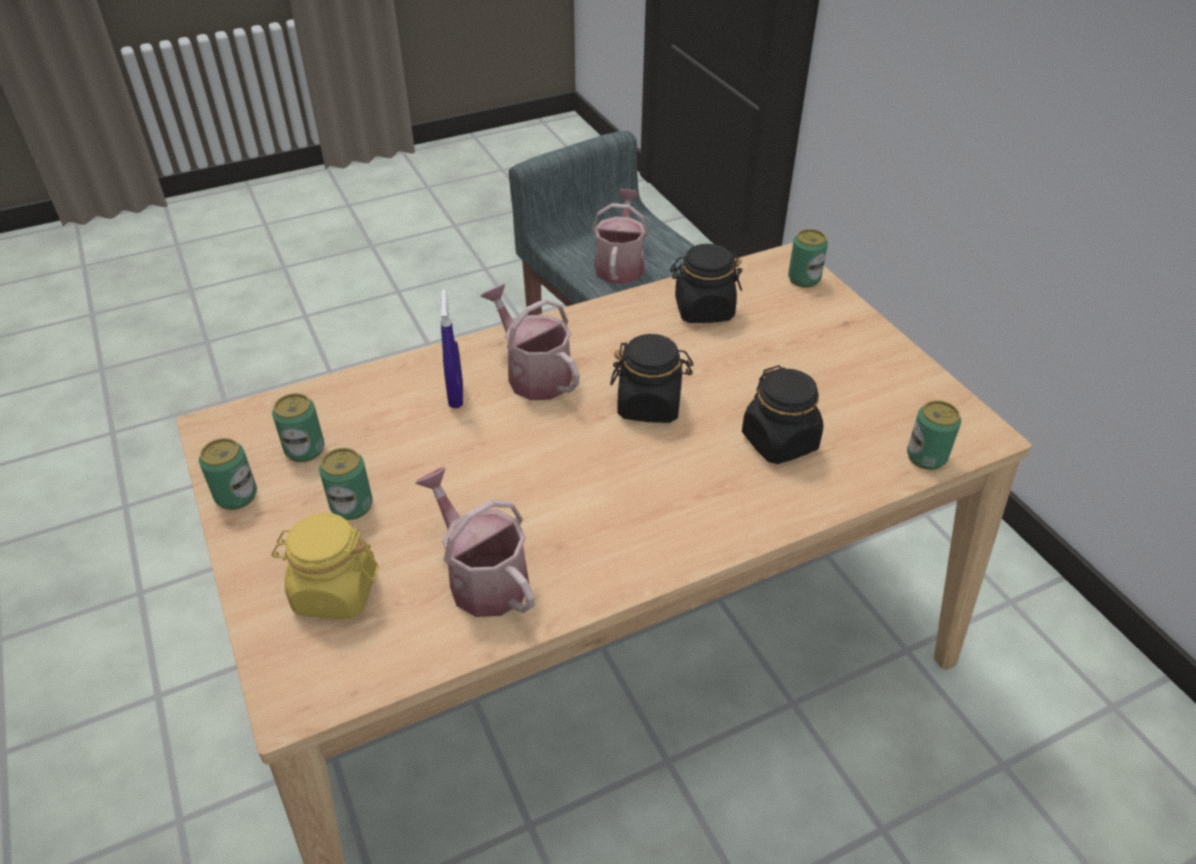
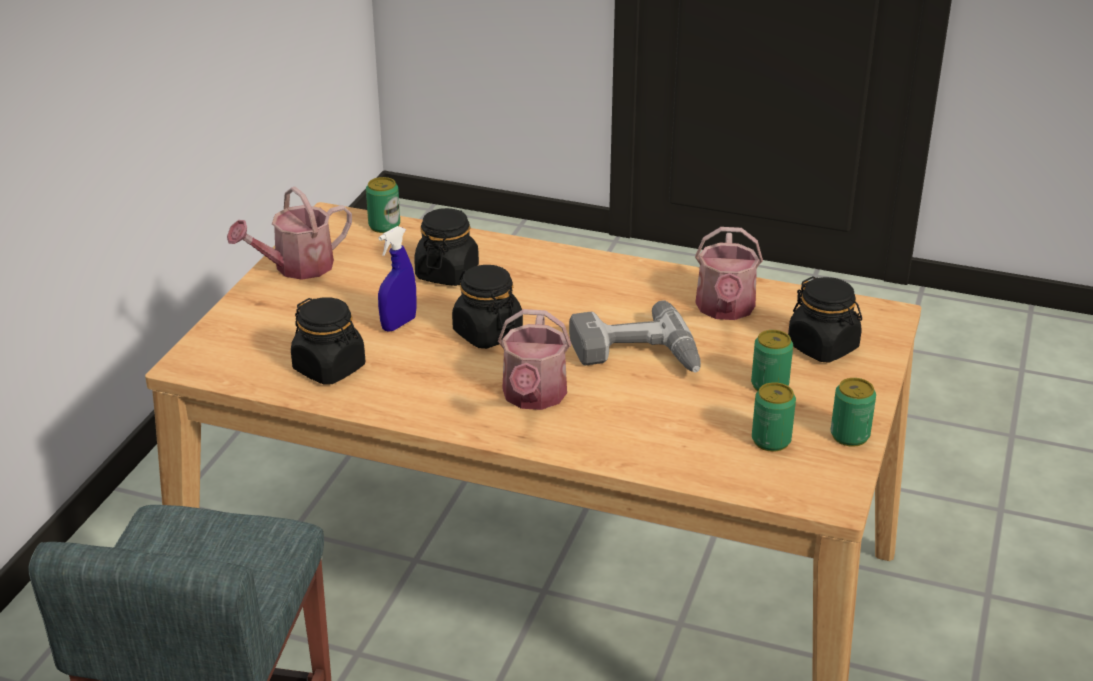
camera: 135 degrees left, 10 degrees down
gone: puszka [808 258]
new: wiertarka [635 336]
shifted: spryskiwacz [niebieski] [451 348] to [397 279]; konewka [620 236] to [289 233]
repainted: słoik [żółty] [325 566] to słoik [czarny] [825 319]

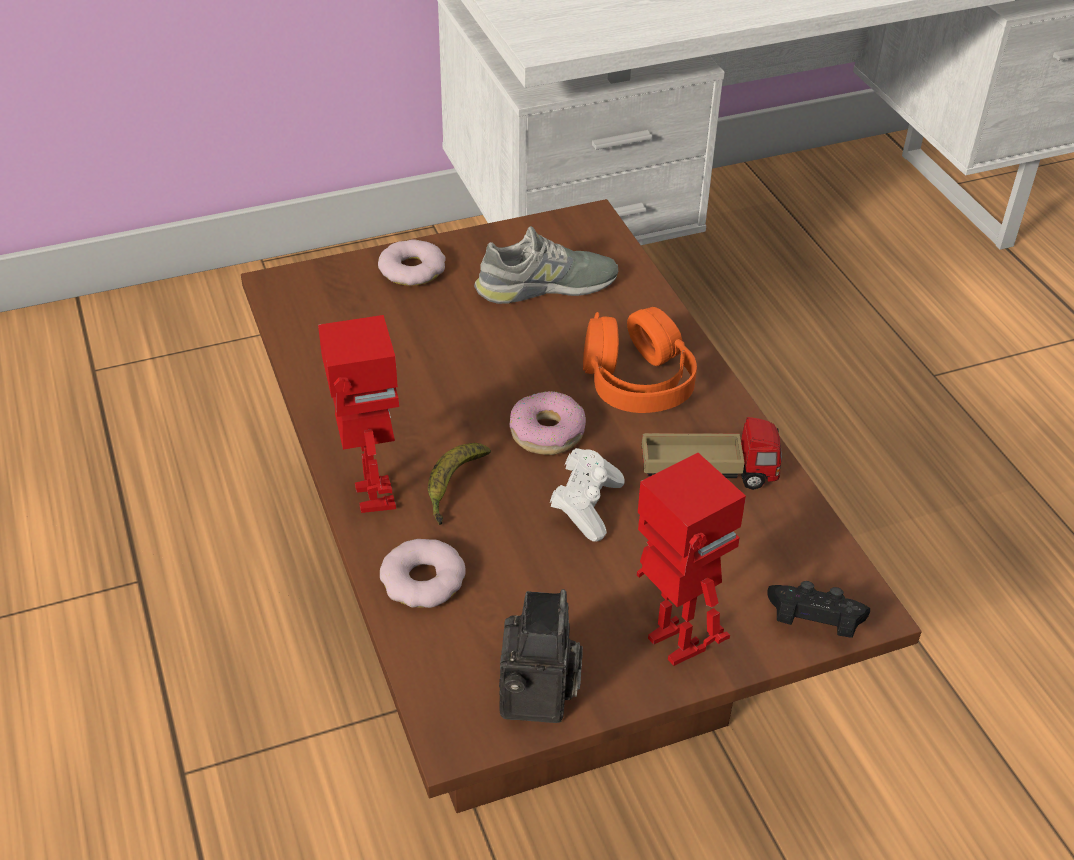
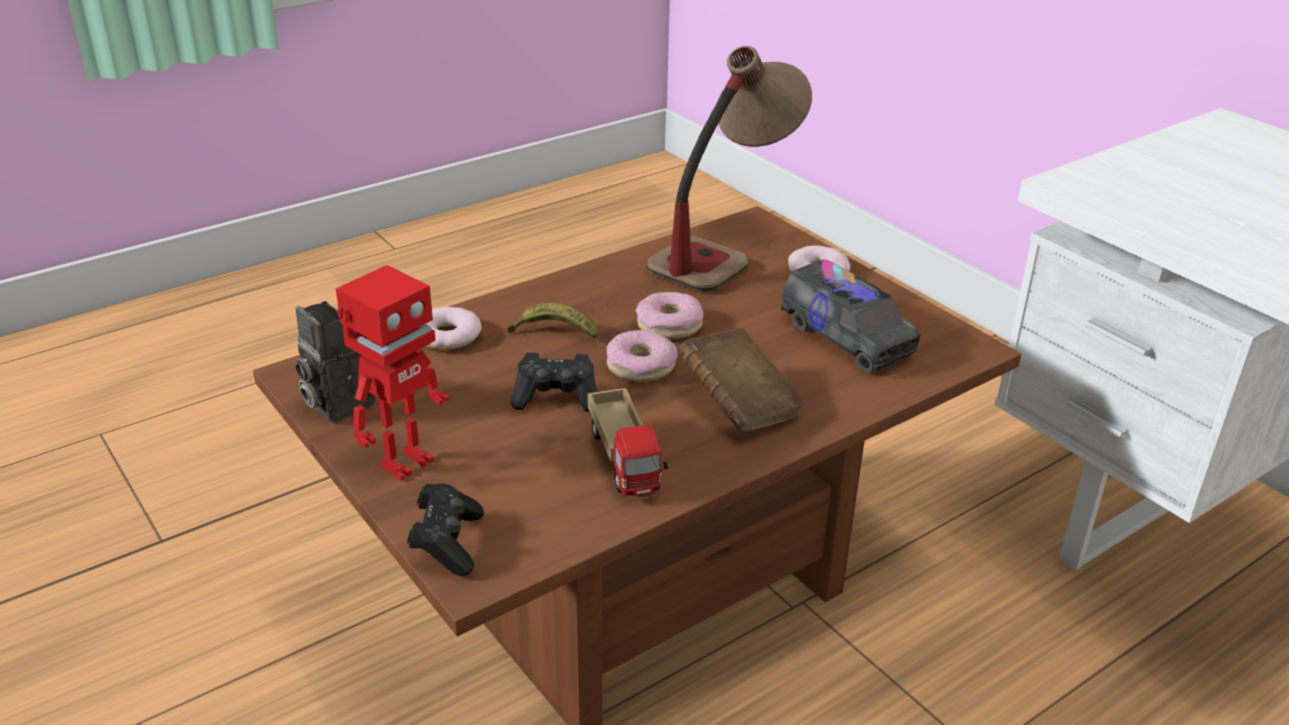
camera: 75 degrees right, 10 degrees down
gone: robot zabawkowy [358 414]
new: donut [669 315]; lampa stołowa [729 169]
swapped: but [szary] [546 265] to ciężarówka zabawkowa [851 316]; słuchawki [pomarańczowy] [640 360] to książka [brązowy] [741 380]
repainted: pad do gier [biały] [587 494] to pad do gier [czarny] [553 382]
rotated: aparat fotograficzny [541 656] = [335 362] 60 degrees clockwise

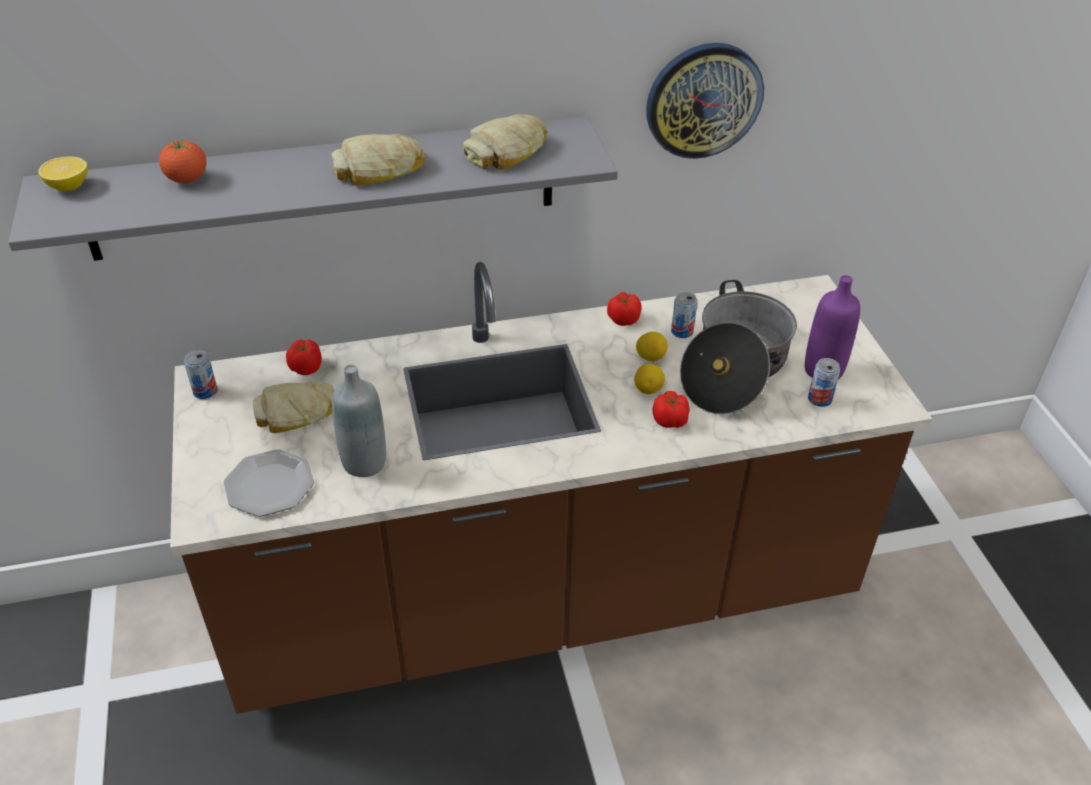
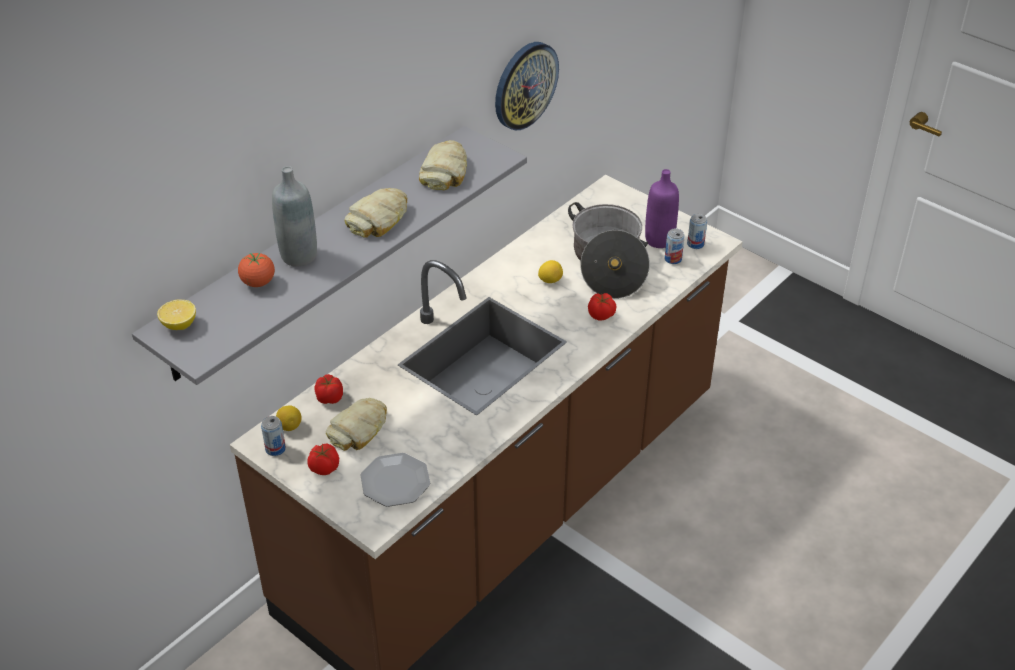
camera: 35 degrees left, 0 degrees up
shifted: butelka [szary] [359 420] to [294 216]; pomidor [624 309] to [323 459]; cytryna [649 379] to [289 418]; puszka [684 315] to [697 231]

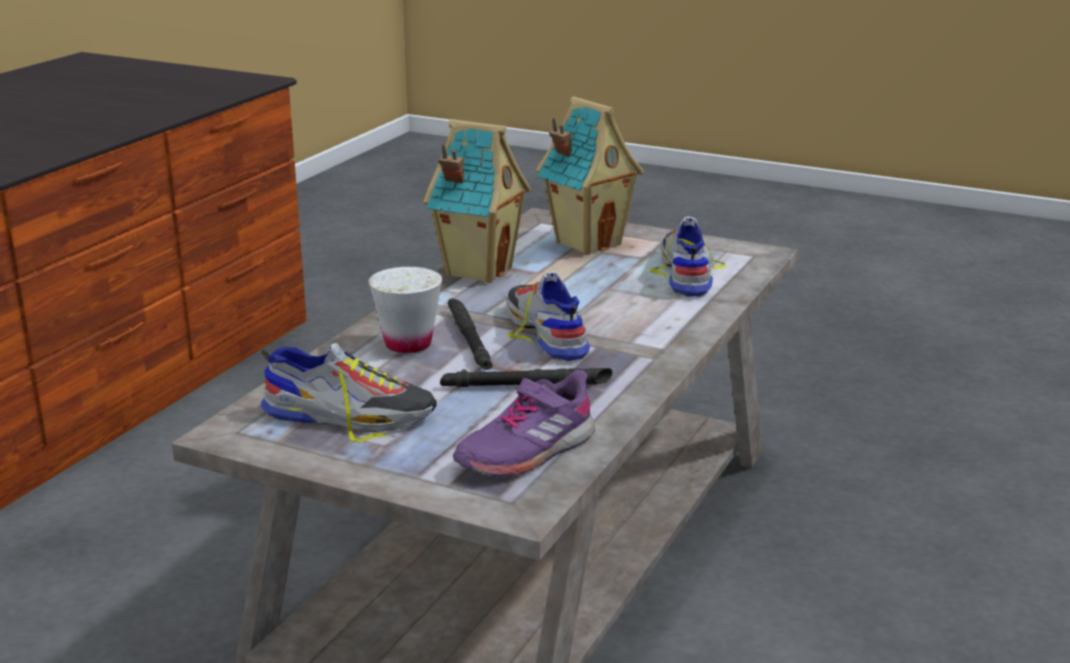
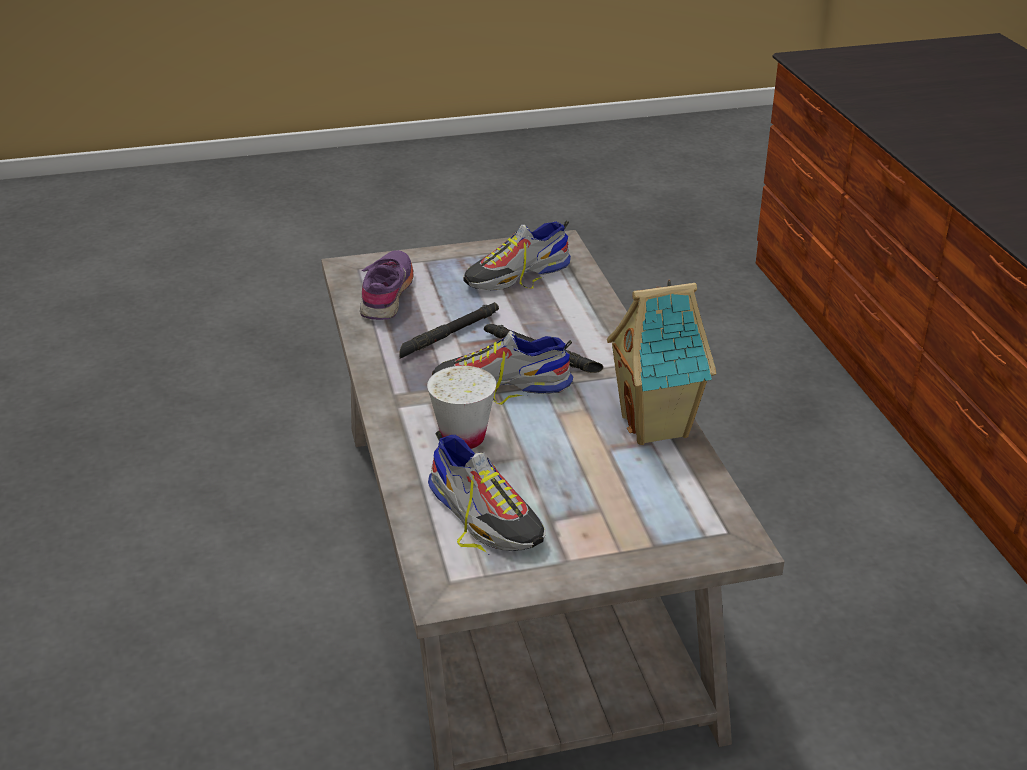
camera: 140 degrees right, 10 degrees up
gone: domek [590 176]
shifted: filiżanka [biały] [405 310] to [461 407]
rotated: but [548 316] = [502 368] 150 degrees clockwise

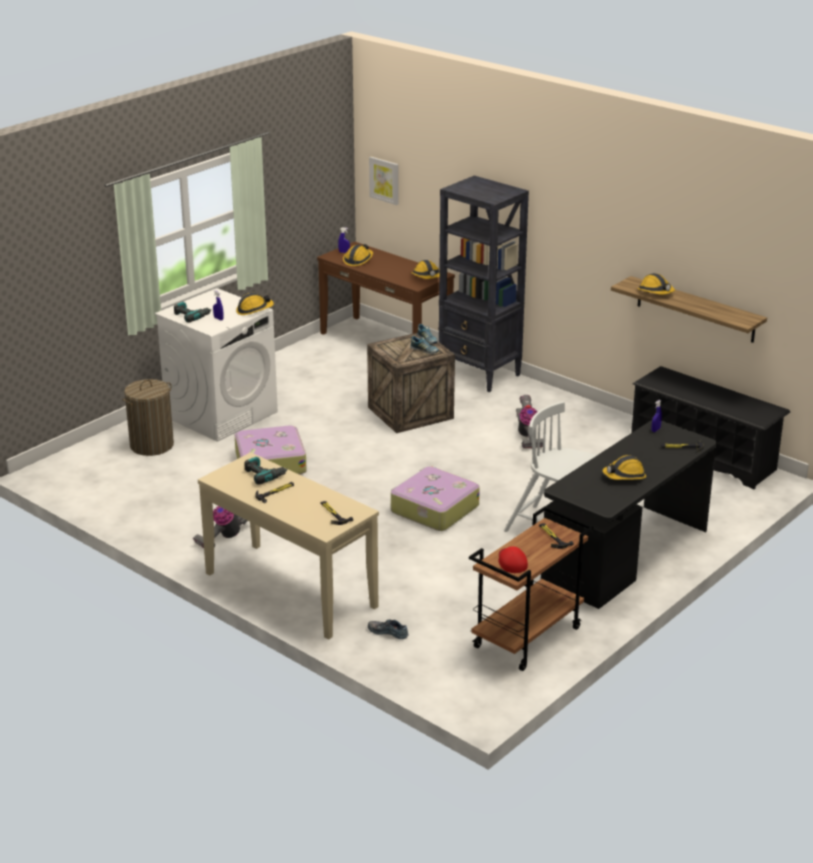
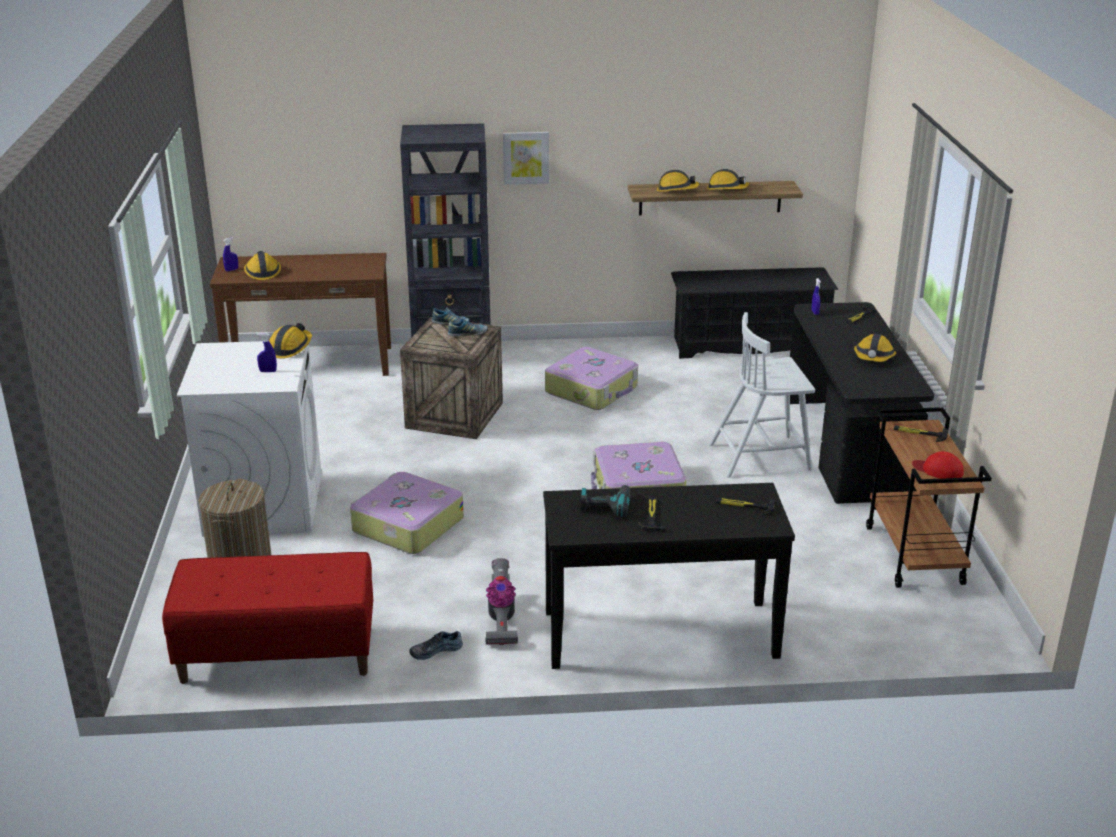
camera: 45 degrees left, 0 degrees up
gone: wiertarka [193 312]
new: ławka [czerwony] [267 618]
shifted: but [388 629] to [436 645]; obraz [384 181] to [526 158]; kask [426 269] to [728 179]
swapped: odkurzacz [529 422] to walizka [591 378]
repainted: stolik konsolowy [beżowy] [288 546] to stolik konsolowy [czarny] [669 576]

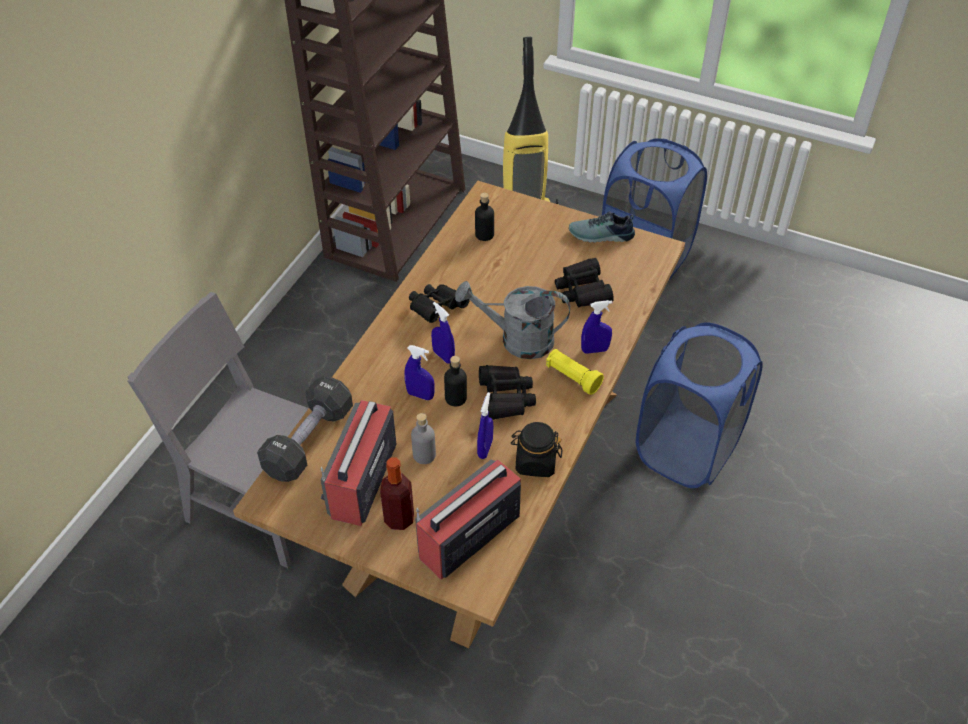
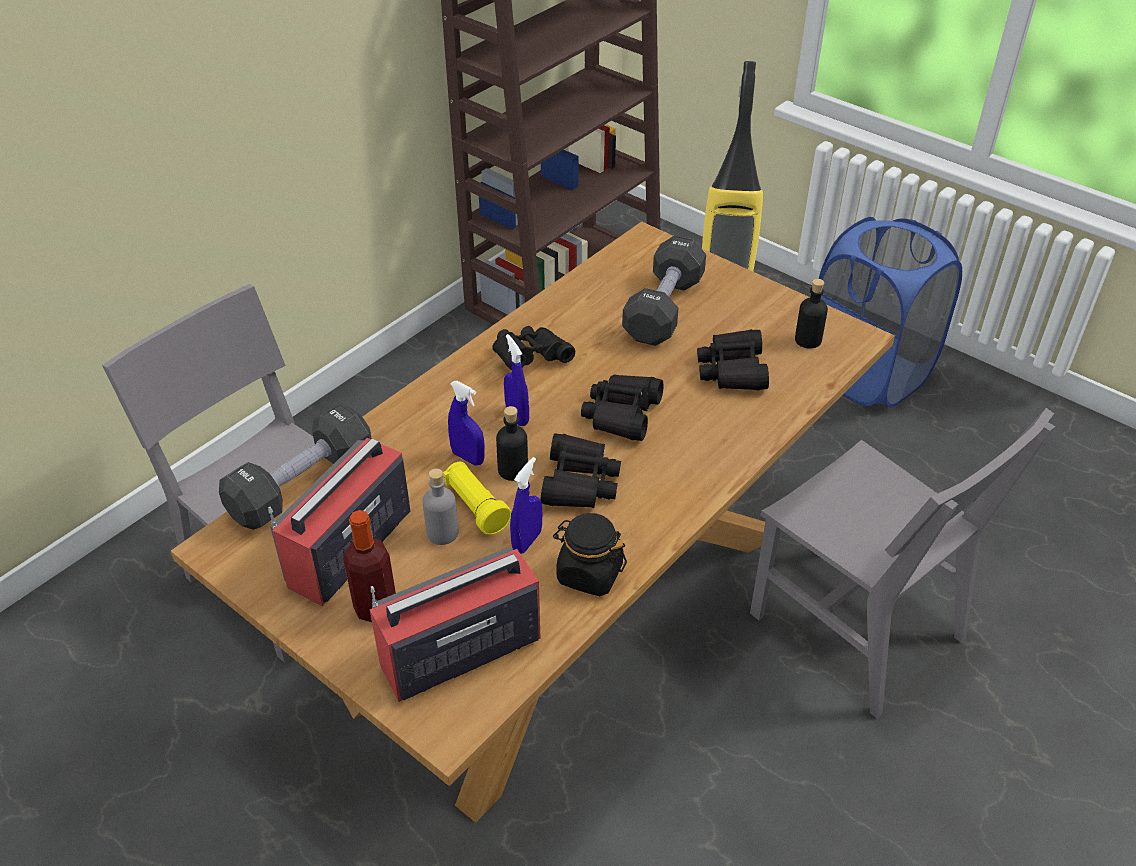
camera: 15 degrees right, 5 degrees down
gone: but [602 227]; spryskiwacz [niebieski] [596 327]
new: hantel [czarny] [664 290]
shifted: butelka [czarny] [484 217] to [811 314]; latarka [żółty] [575 372] to [477 498]
swapped: konewka [szary] [512 320] to lornetka [czarny] [622 407]; kosz na pranie [niebieski] [699 405] to krzesło [szary] [902 563]

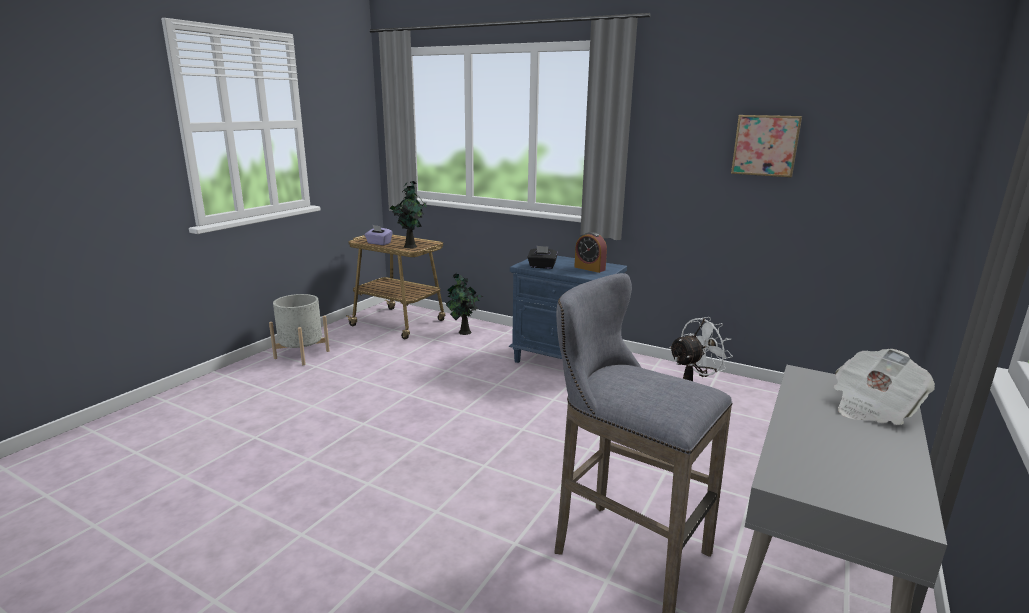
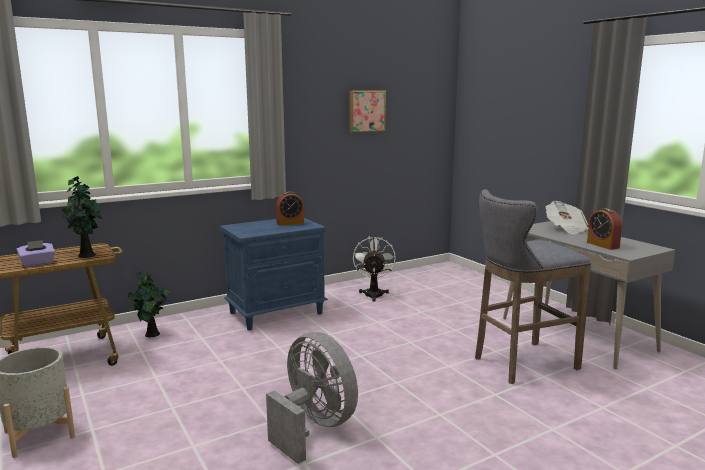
camera: 60 degrees left, 5 degrees down
gone: pudełko chusteczek [czarny] [542 257]
new: wentylator [szary] [312 398]; budzik [604 229]

